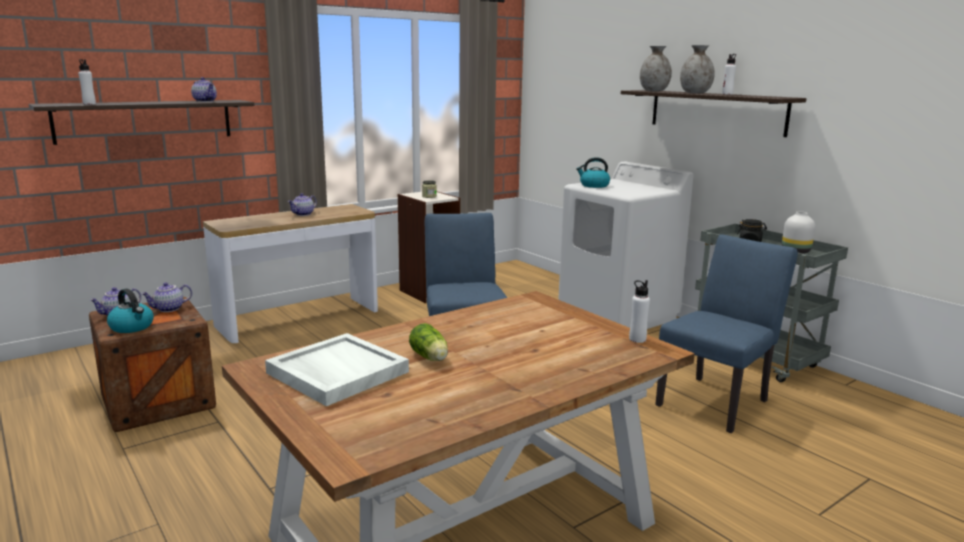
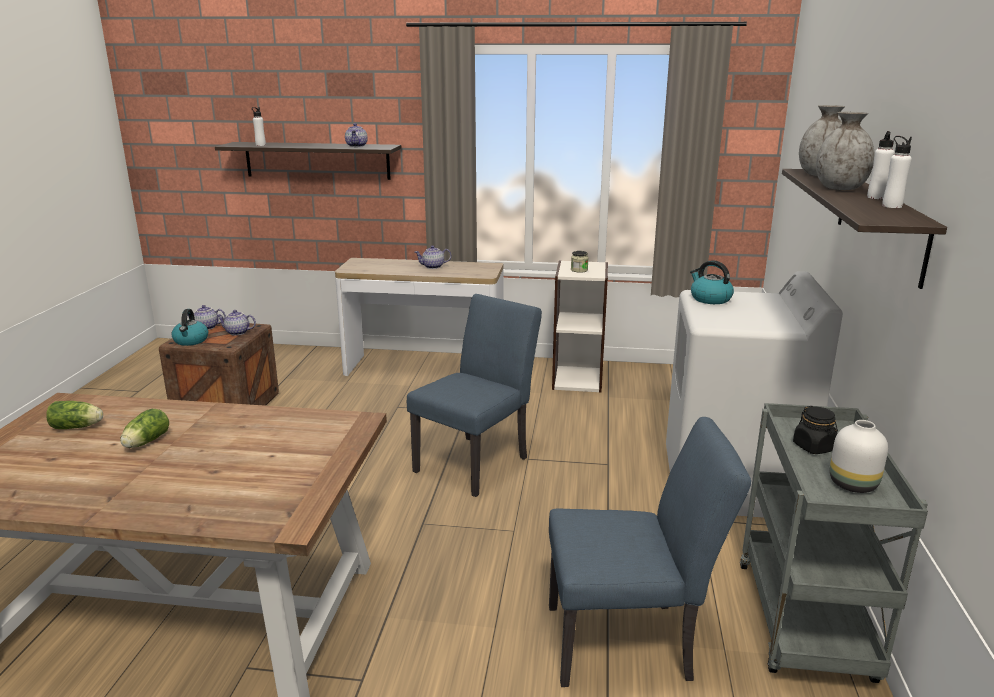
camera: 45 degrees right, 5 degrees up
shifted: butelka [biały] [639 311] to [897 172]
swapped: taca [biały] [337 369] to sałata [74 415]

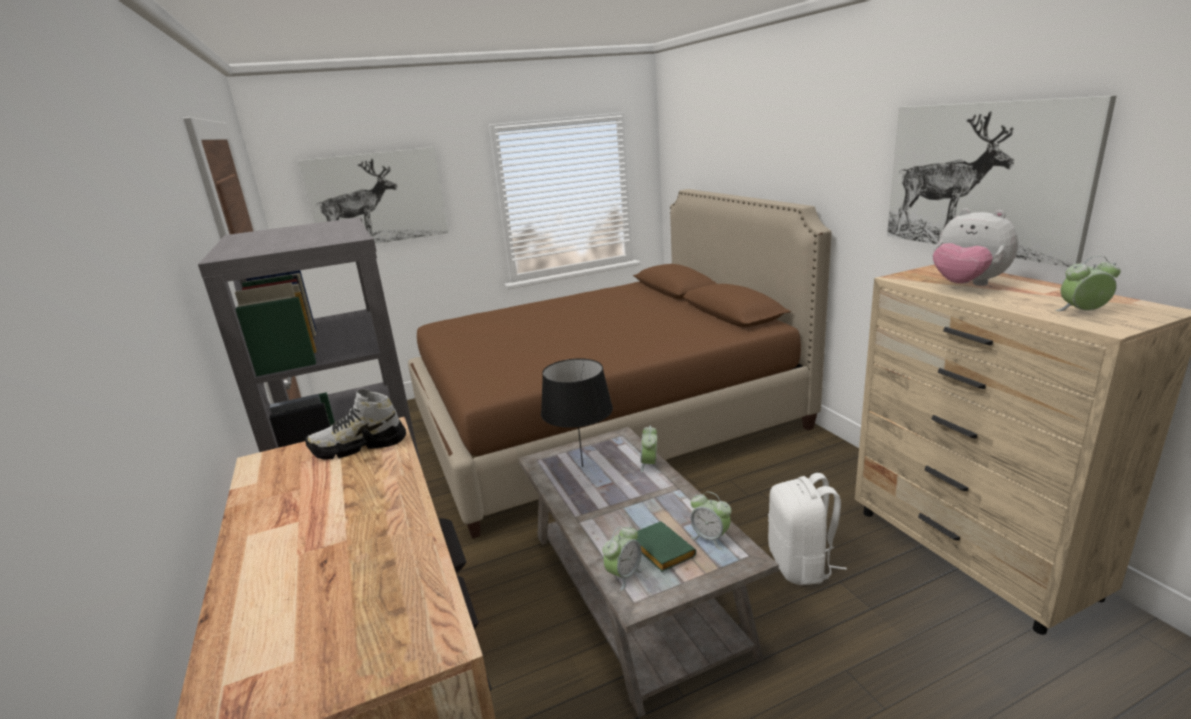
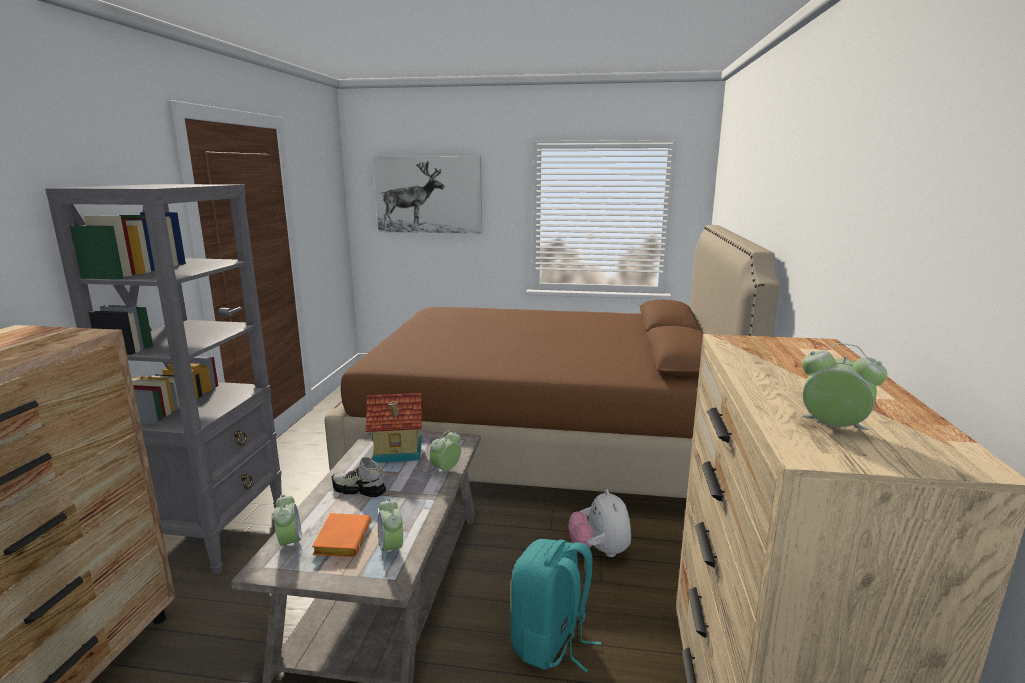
camera: 30 degrees right, 5 degrees down
gone: obraz [1001 181]
shifted: but [355 424] to [359 477]; pluszak [975 247] to [599 523]
swapped: lampa stołowa [czarny] [577 412] to domek [394 428]
repainted: książka [zielony] [665 546] to książka [pomarańczowy] [341 535]; plecak [biały] [807 529] to plecak [turkusowy] [556 605]
rotated: budzik [623 558] = [288 524] 90 degrees counterclockwise

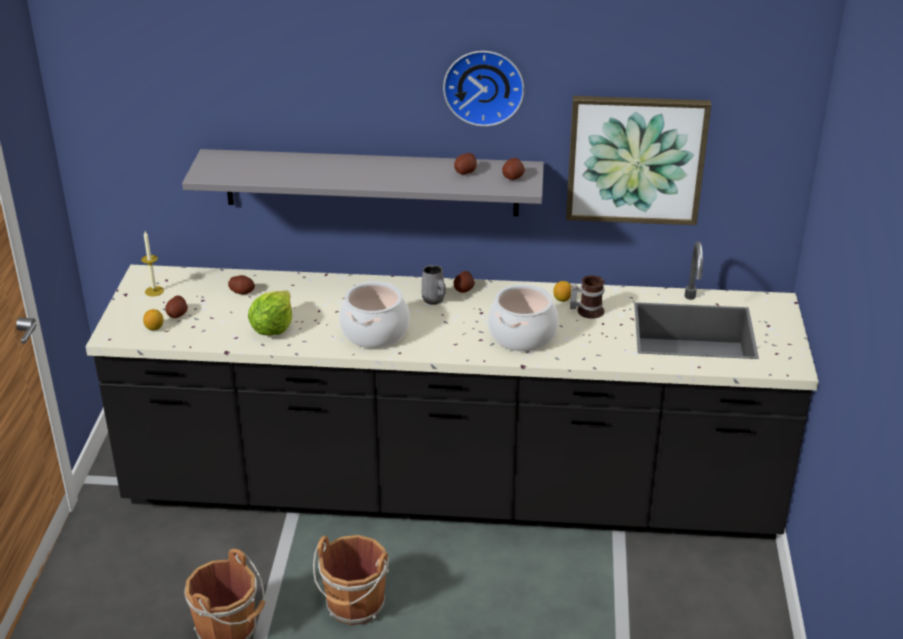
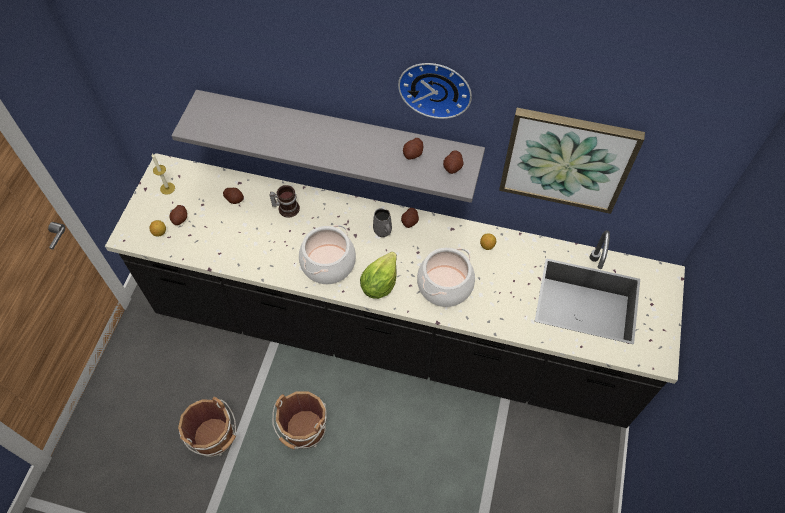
camera: 10 degrees right, 25 degrees up
shifted: sałata [270 312] to [378 275]; kubek [587 297] to [285 201]

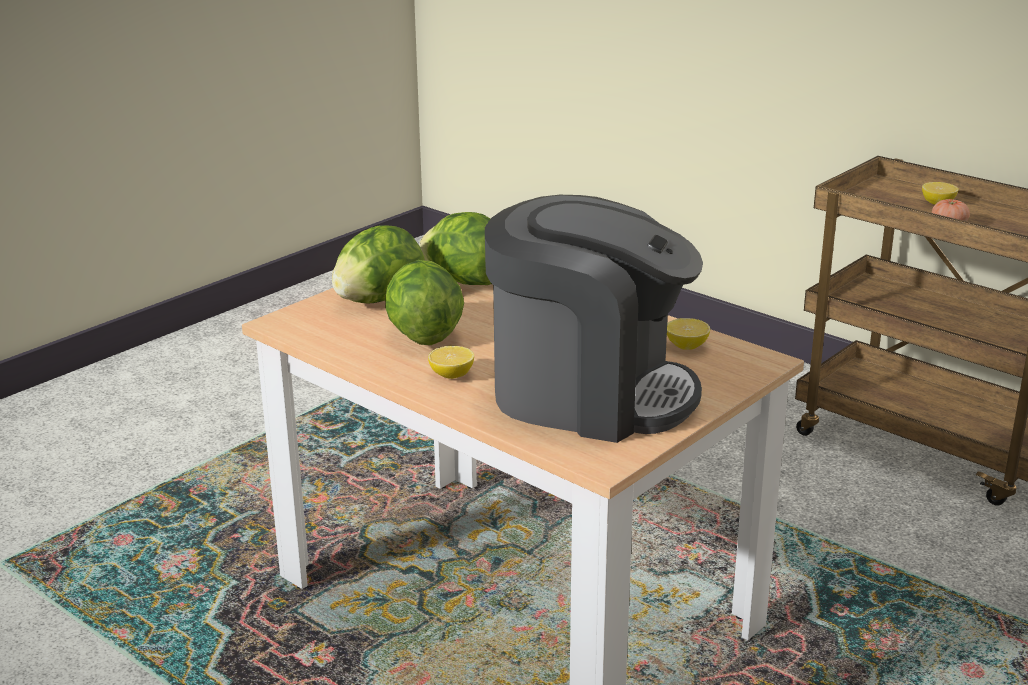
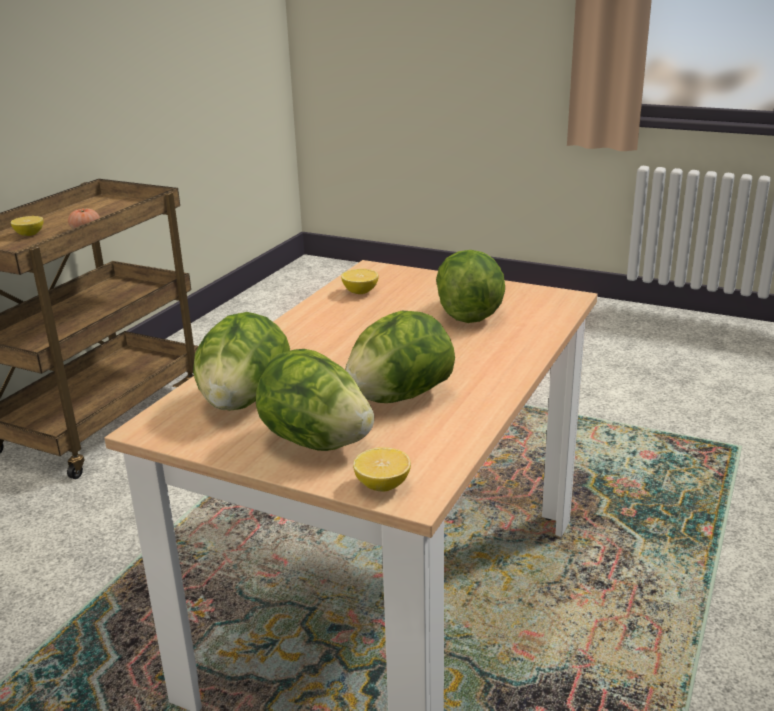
camera: 105 degrees left, 0 degrees up
shifted: cytryna [451 362] to [382 469]
swapped: ekspres do kawy [594 319] to sałata [470 286]

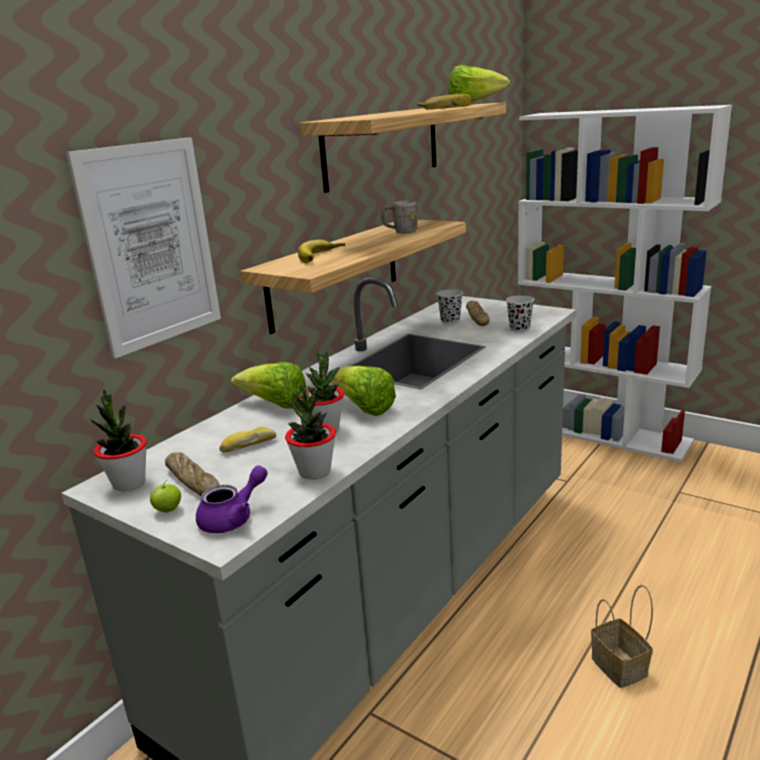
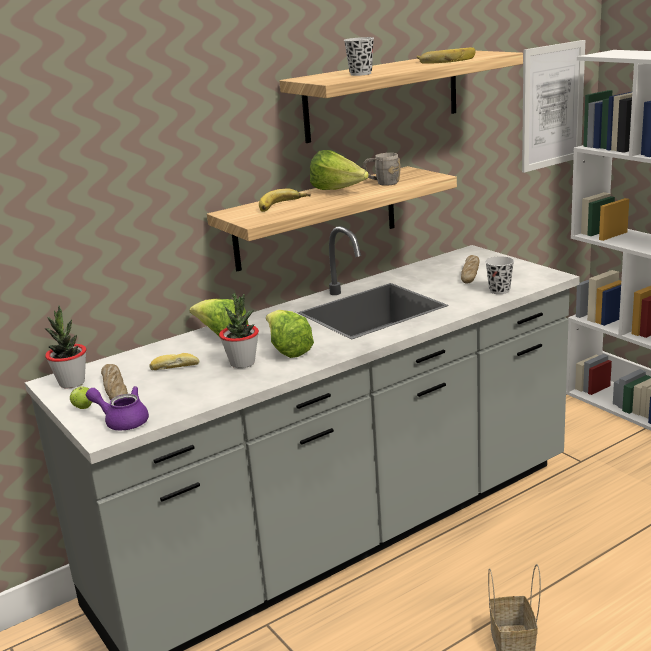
camera: 20 degrees right, 0 degrees up
gone: roślina doniczkowa [310 432]
shifted: obraz [143 248] to [553 106]; filiżanka [czarny] [450 306] to [359 56]; sałata [479 83] to [339 170]
rotated: imbryk [fioletowy] [232 499] = [117 408] 135 degrees counterclockwise

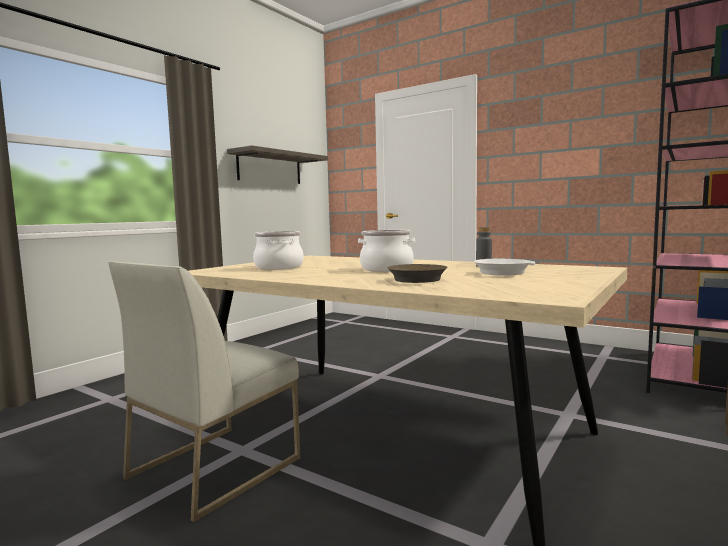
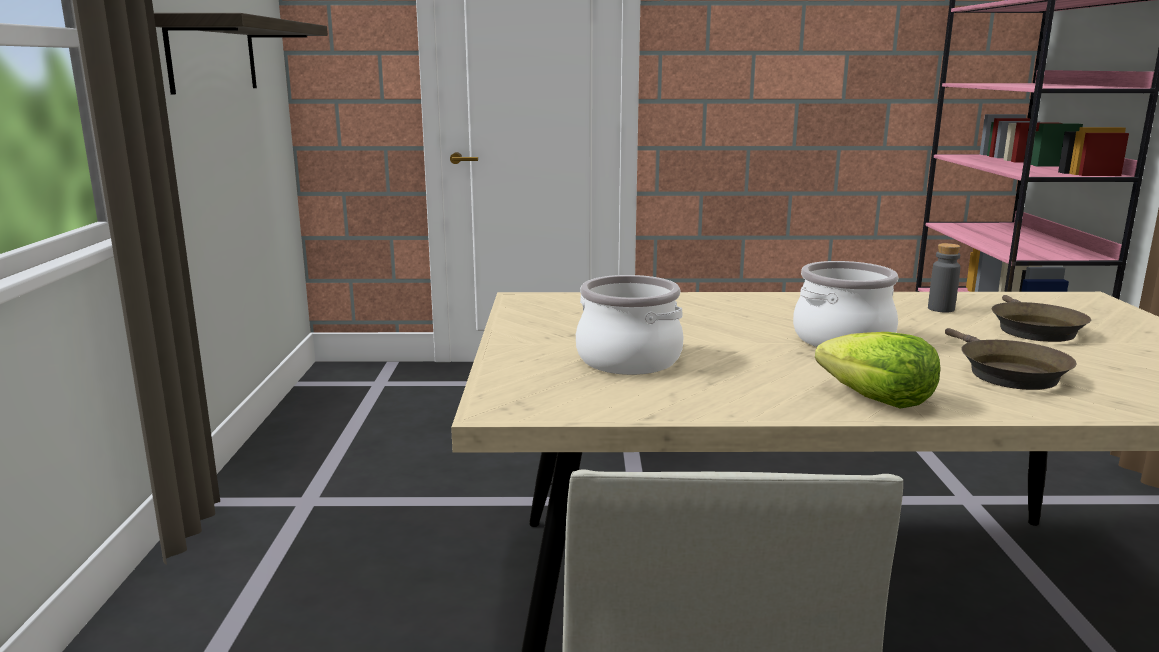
camera: 35 degrees left, 10 degrees up
new: sałata [877 370]
repainted: patelnia [biały] [504 267] to patelnia [brązowy] [1041 318]

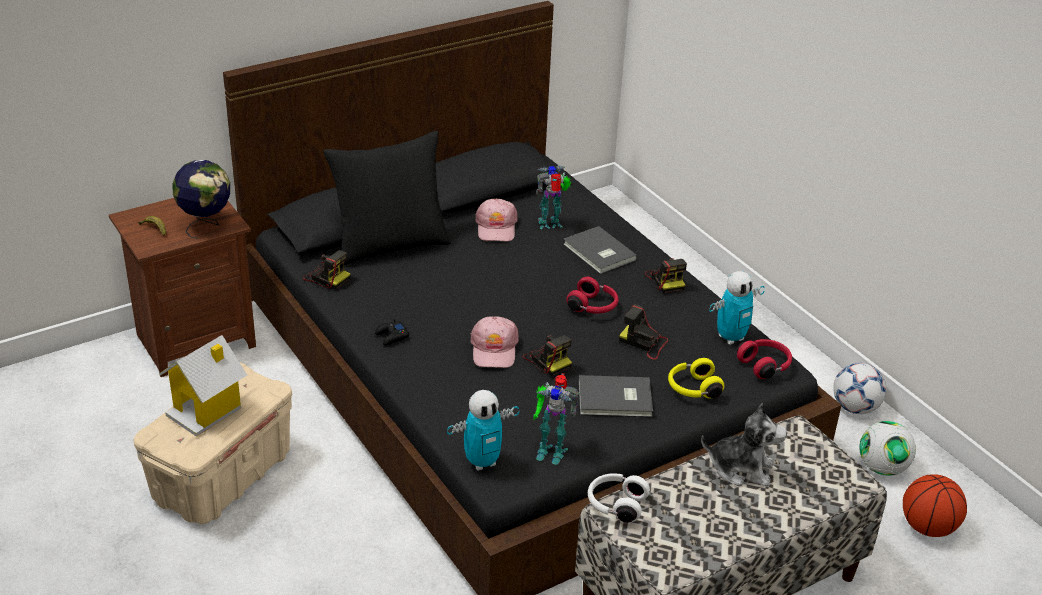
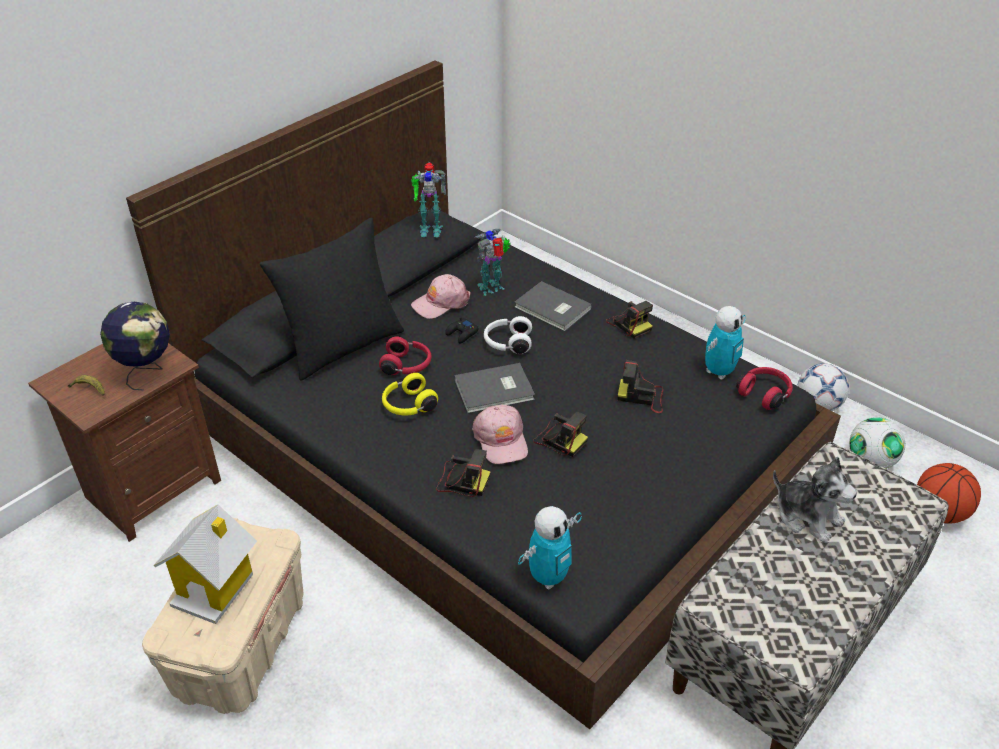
camera: 15 degrees left, 5 degrees up
shifted: aparat fotograficzny [327 270] to [463 473]; pad do gier [czarny] [392 332] to [461 330]; robot zabawkowy [556 419] to [428 199]; słuchawki [czerwony] [592 295] to [405 356]; książka [szary] [616 396] to [494 388]; słuchawki [biały] [619 498] to [508 335]; słuchawki [żółty] [696 378] to [410 394]
rotated: czapka z daszkiem [różowy] [496 219] = [441 296] 75 degrees clockwise; pluszak [744 445] = [815 500] 45 degrees clockwise

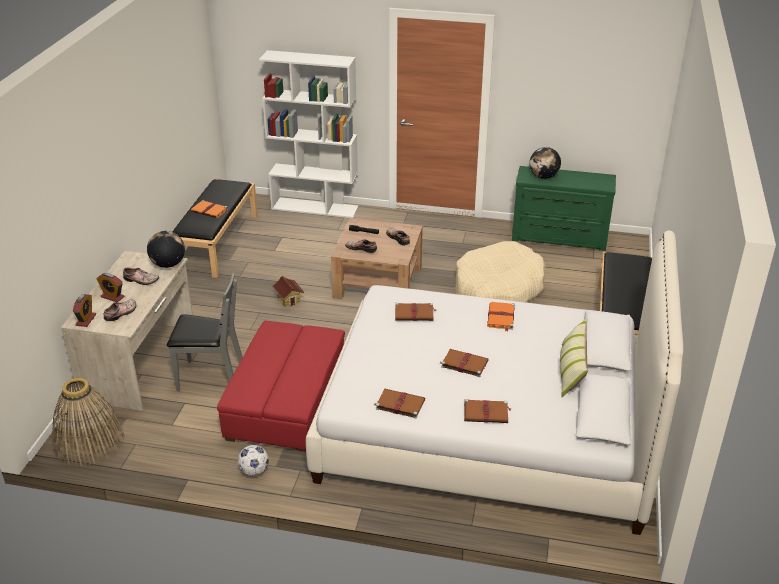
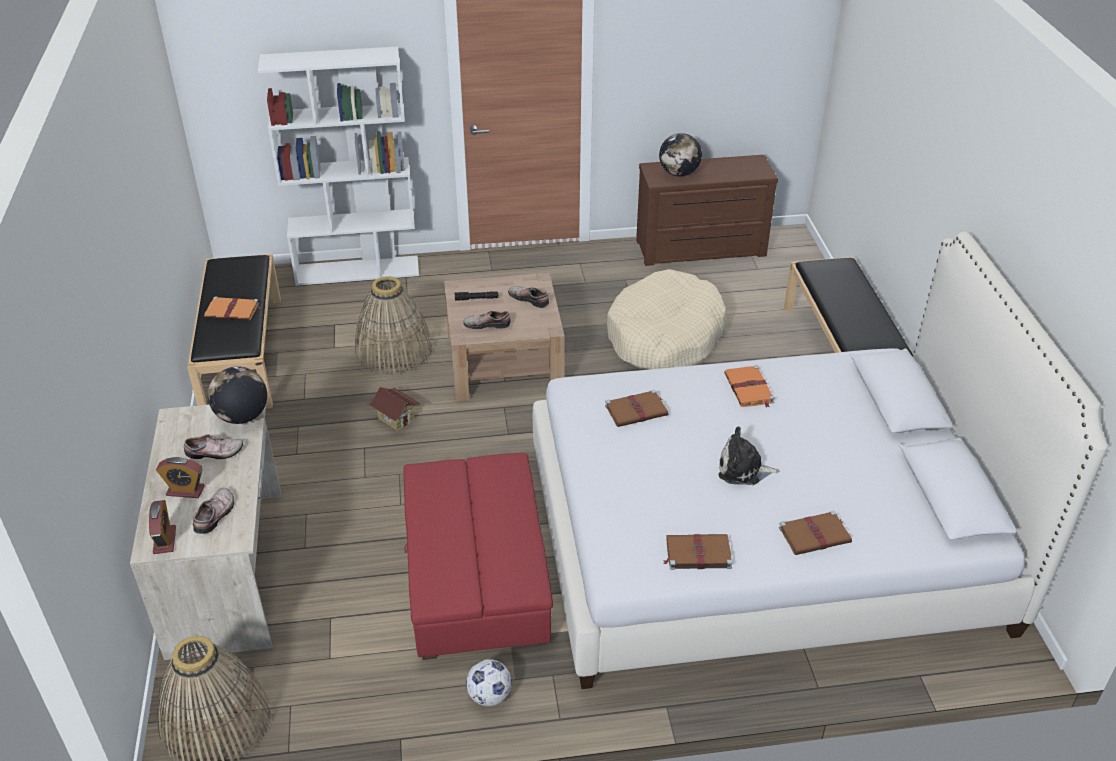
camera: 20 degrees left, 5 degrees up
gone: krzesło [szary] [205 332]; poduszka [574 357]
new: koszyk [393 325]
swapped: książka [brązowy] [464 363] to pluszak [749 456]
repainted: komoda [zielony] [564 208] to komoda [brązowy] [707 210]

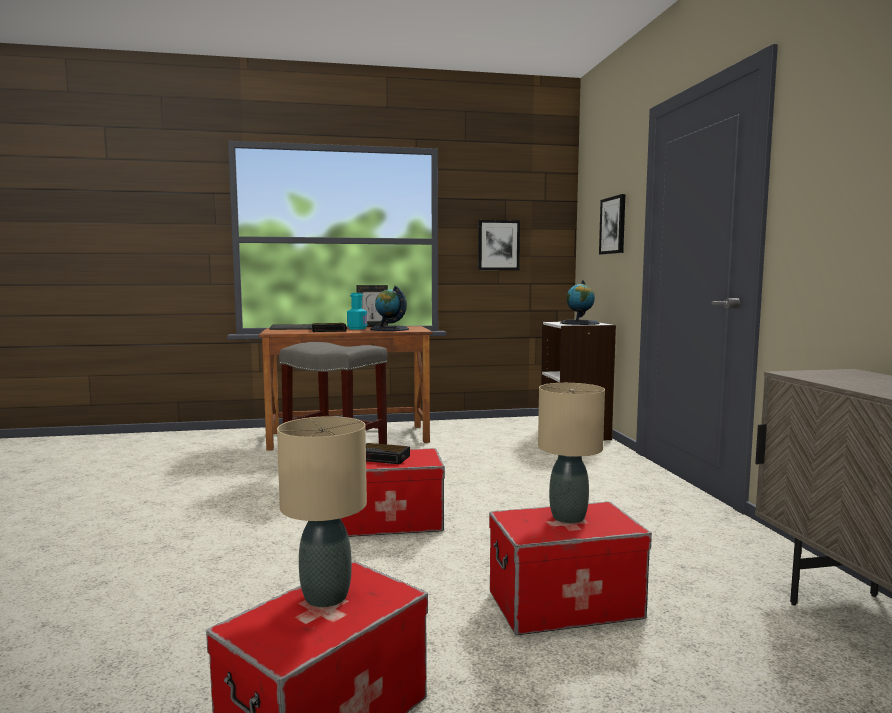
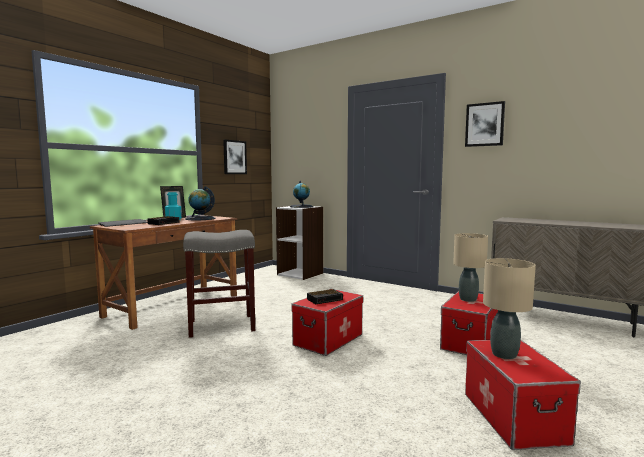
camera: 45 degrees left, 0 degrees up
shifted: obraz [612 224] to [485 124]

